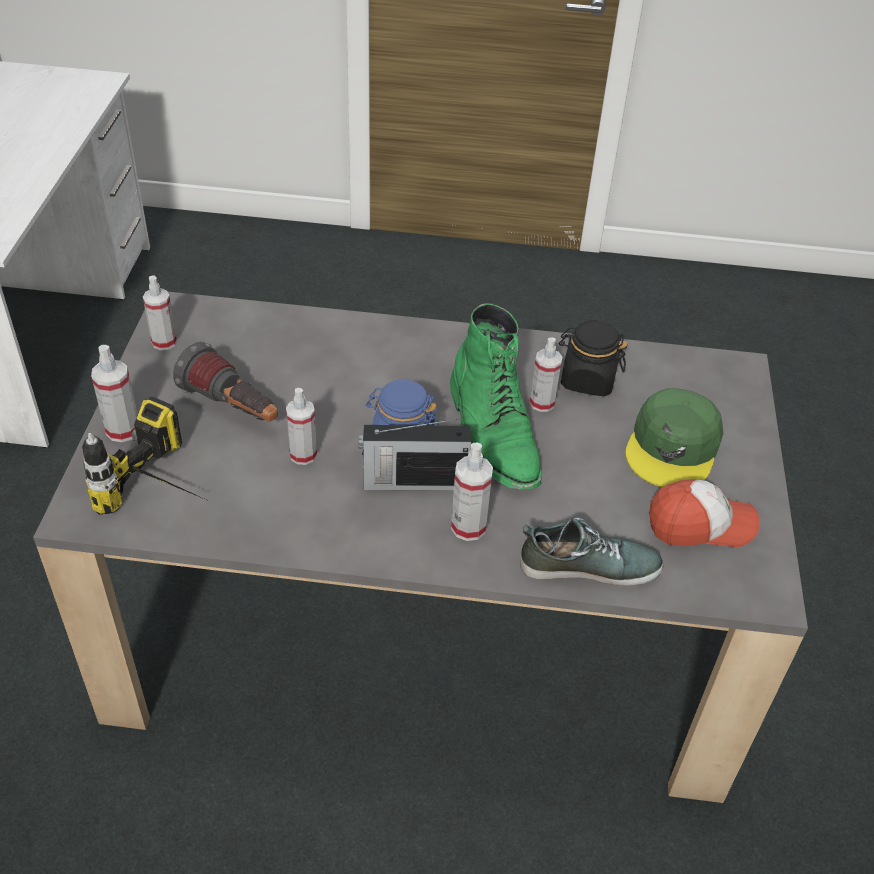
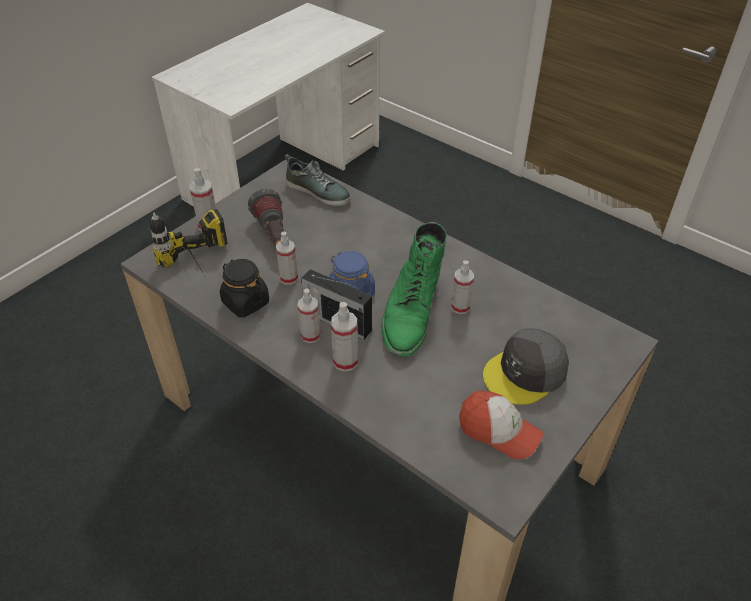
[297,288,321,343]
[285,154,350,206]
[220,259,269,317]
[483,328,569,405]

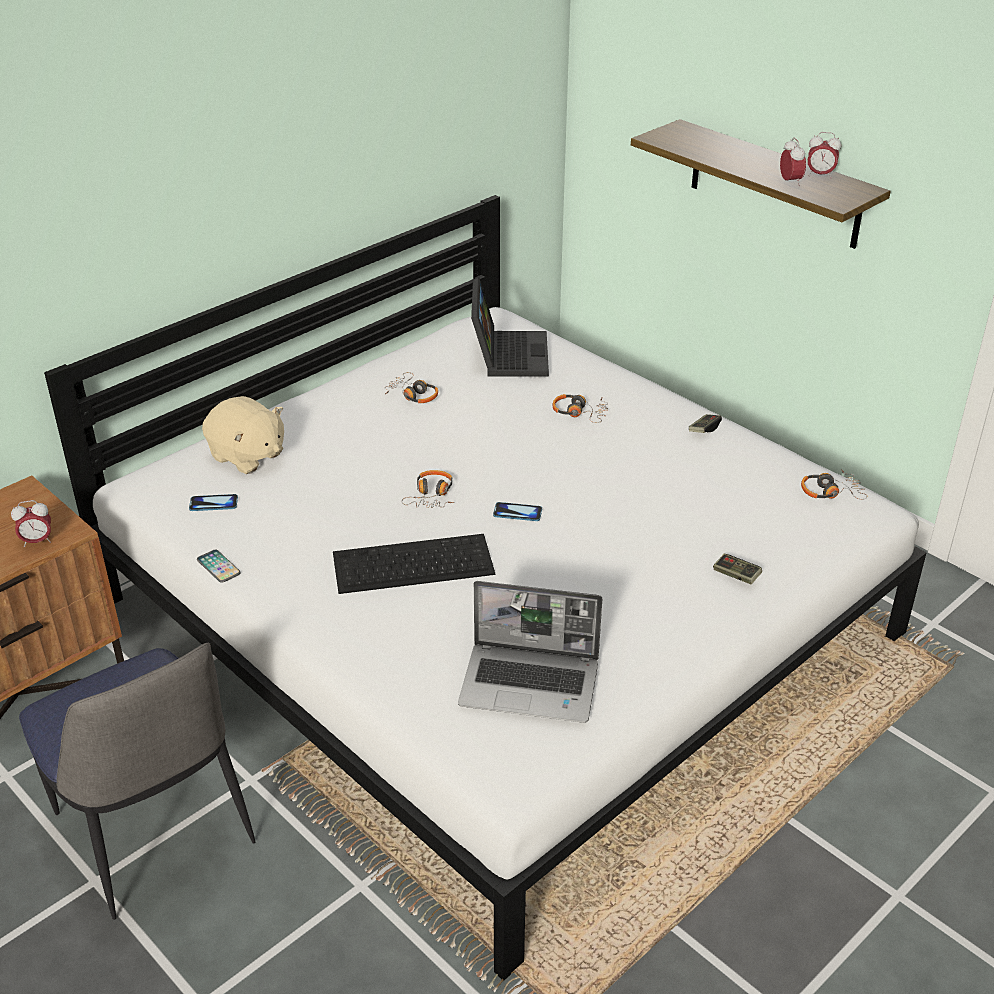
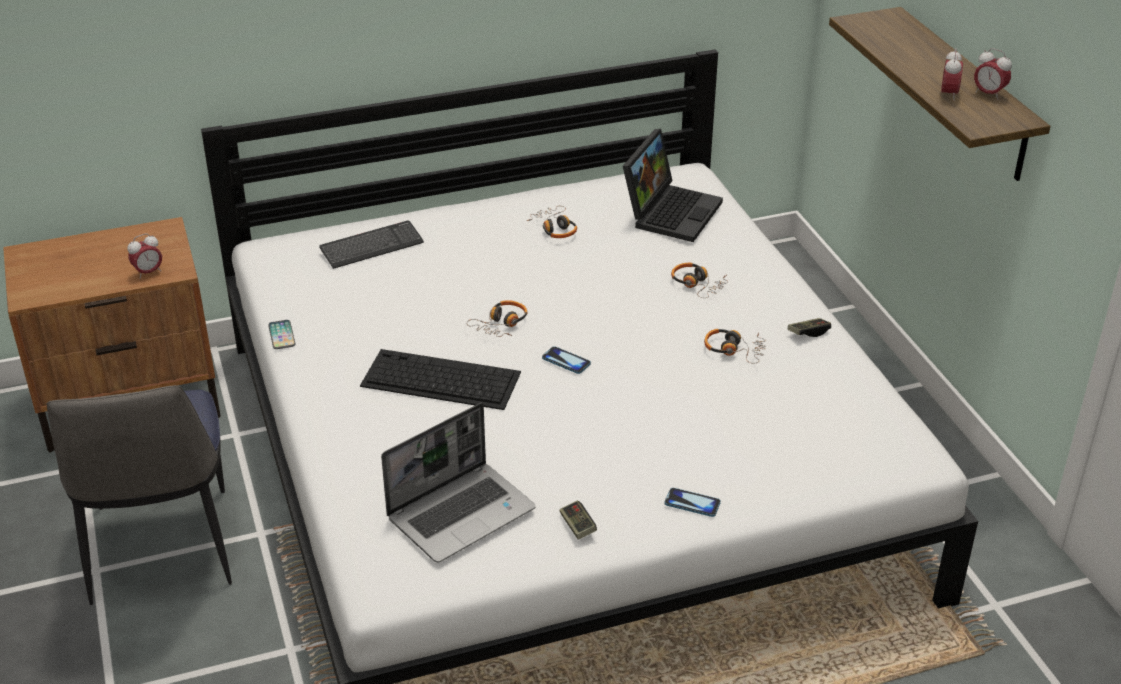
[664,488,721,517]
[559,501,597,539]
[704,329,765,363]
[319,221,424,269]
[127,233,162,279]
[381,403,536,563]

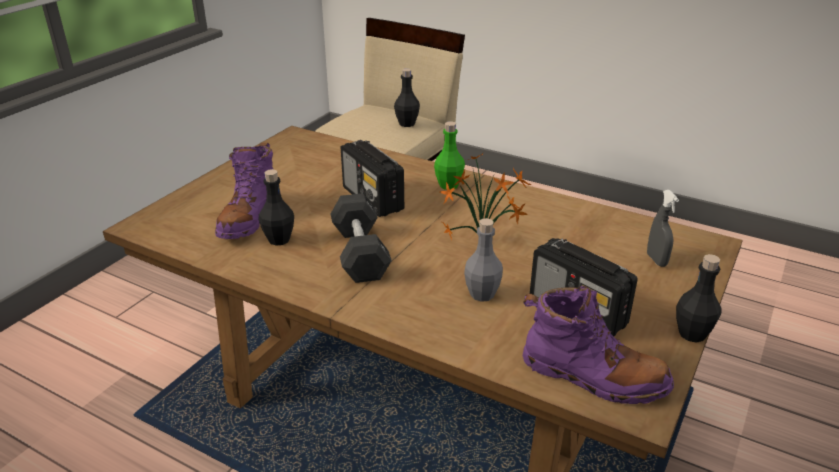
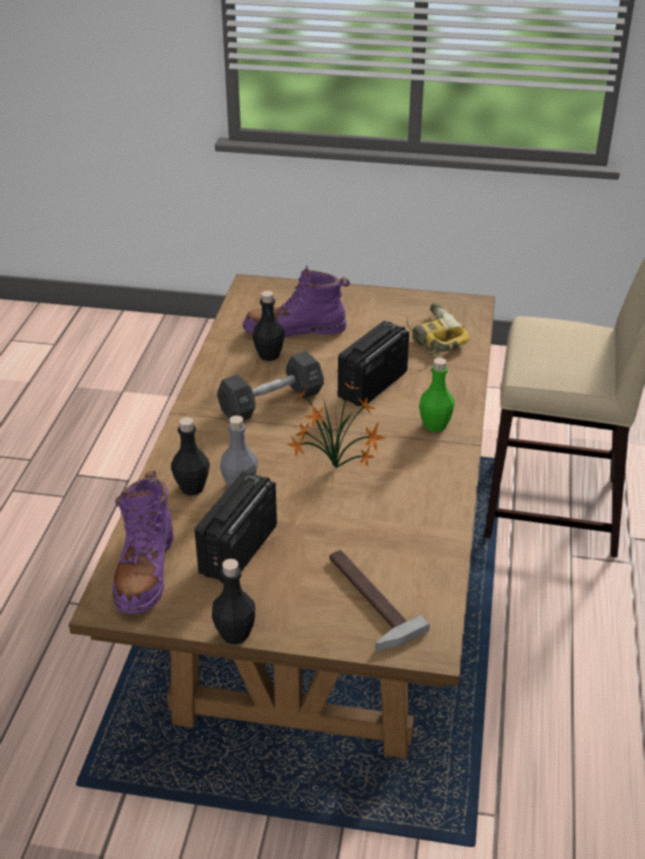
[406,303,470,355]
[171,417,210,496]
[329,550,430,651]

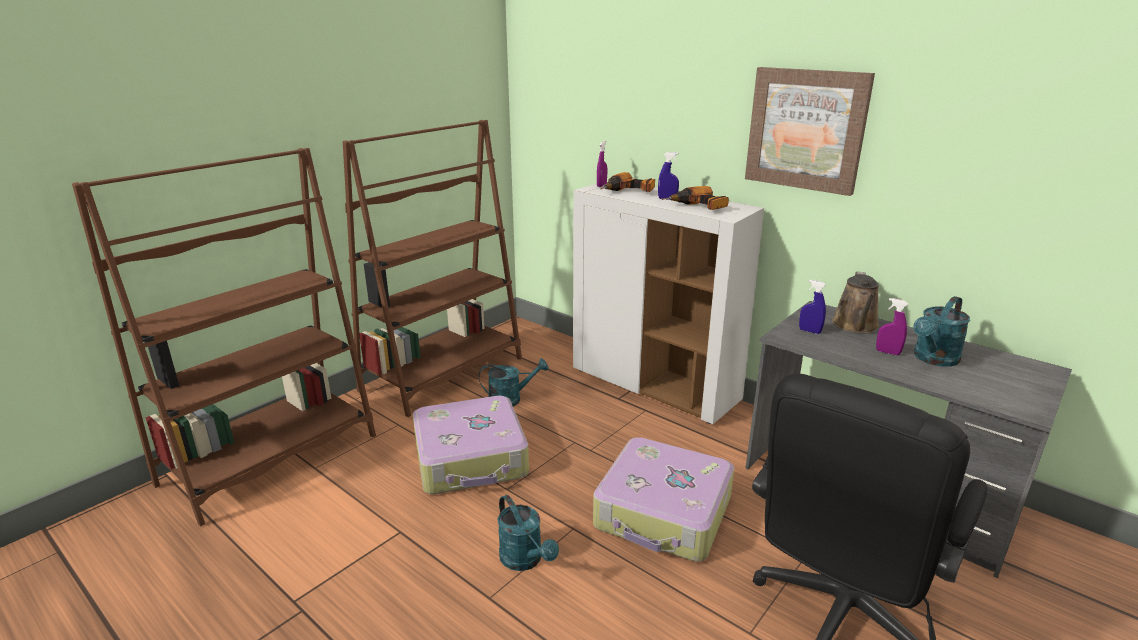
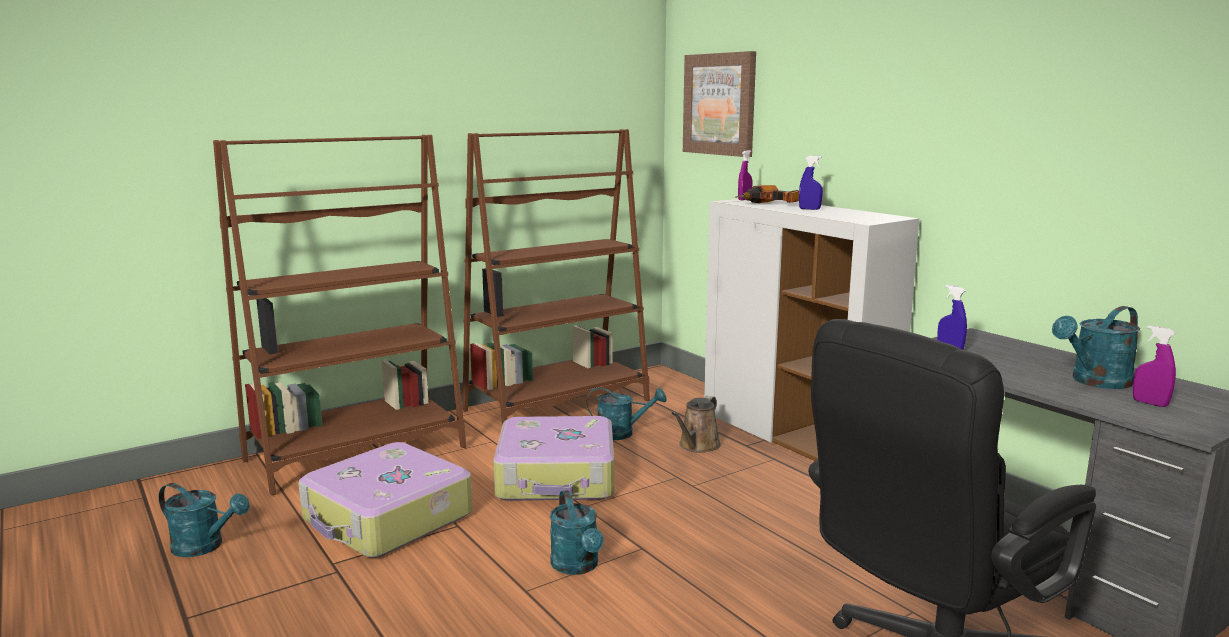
[662,186,729,210] (first image)
[159,483,250,557]
[299,442,473,558]
[683,51,756,157]
[672,396,721,453]
[1133,325,1176,407]

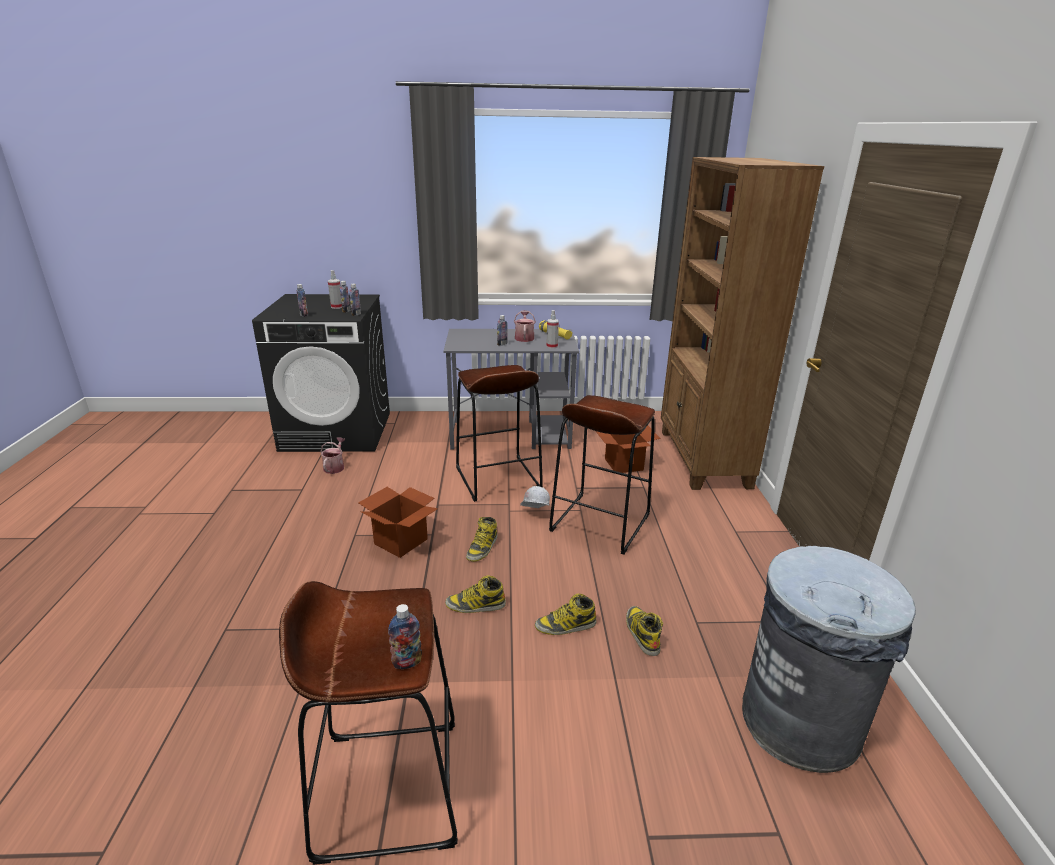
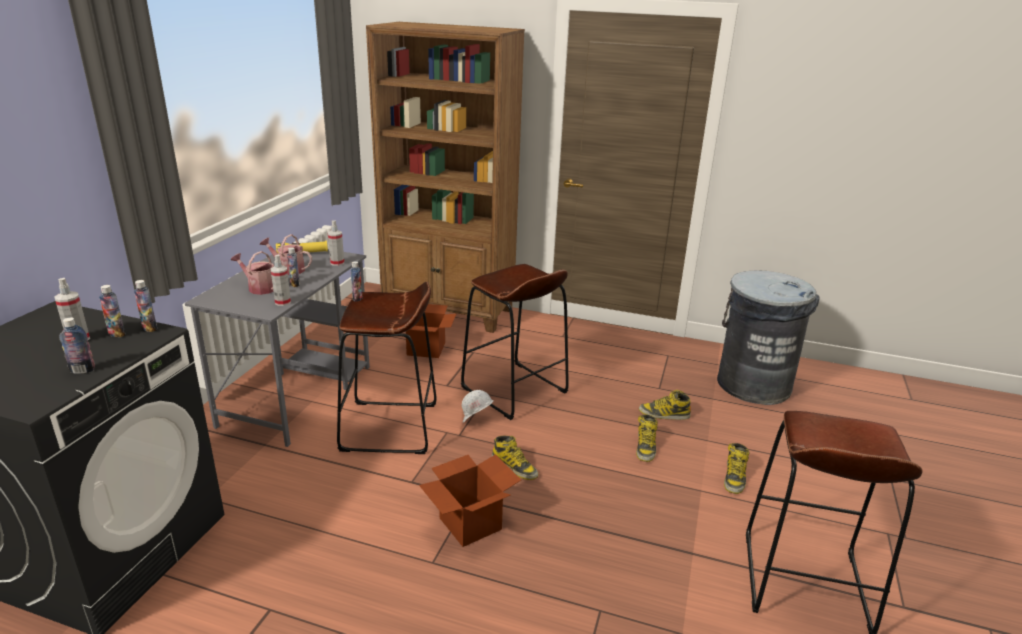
[270,255,291,306]
[231,251,274,295]
[350,261,362,302]
[724,443,750,494]

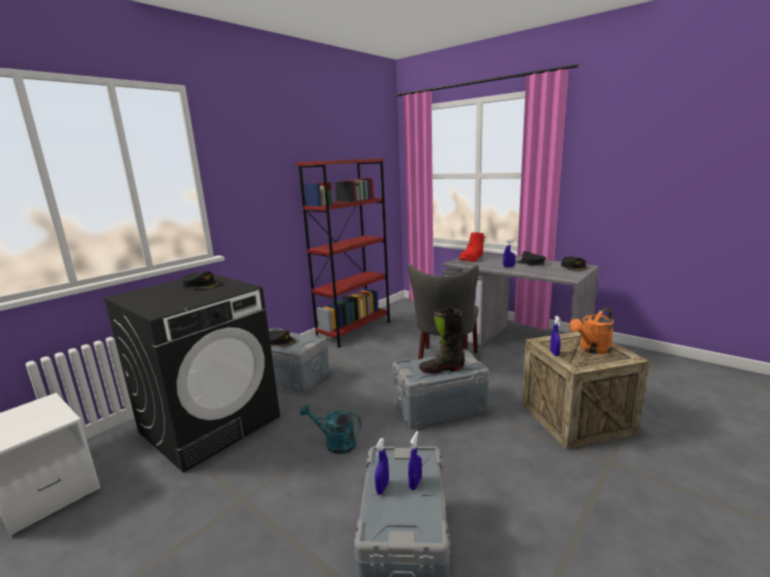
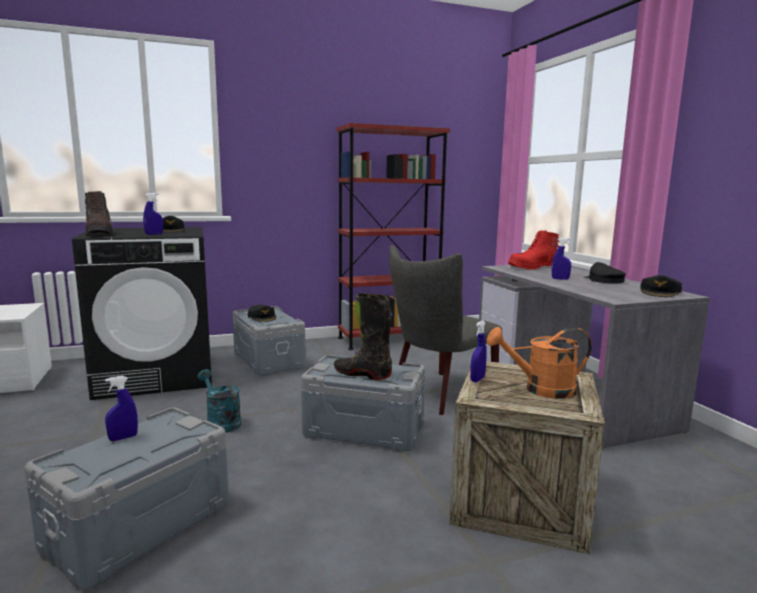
[85,191,113,236]
[143,193,163,235]

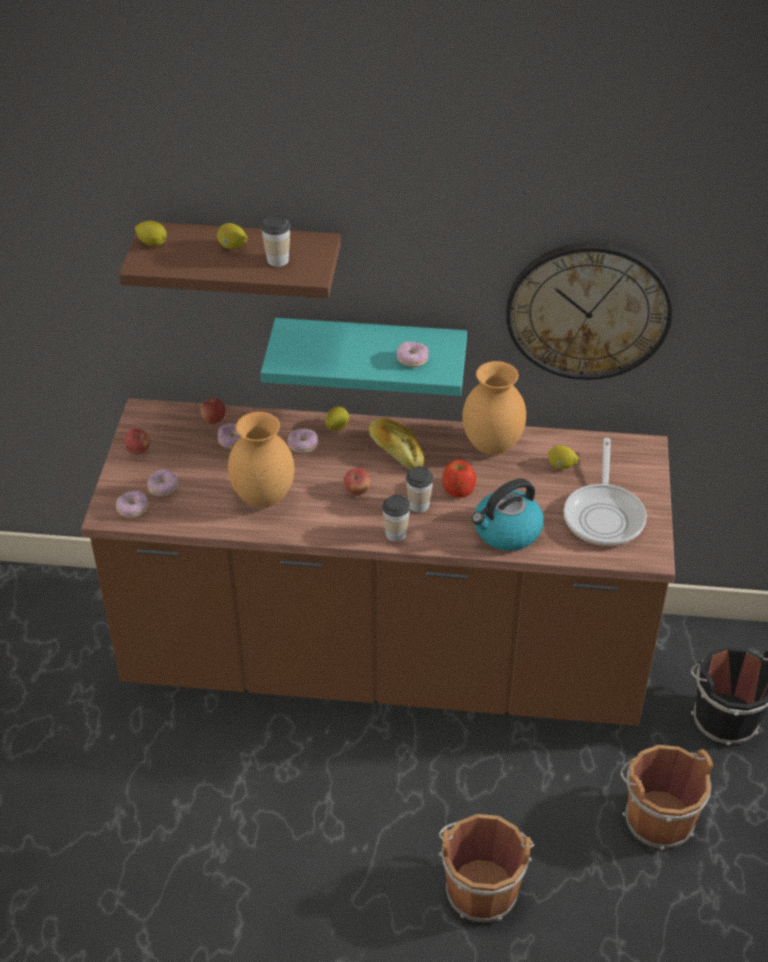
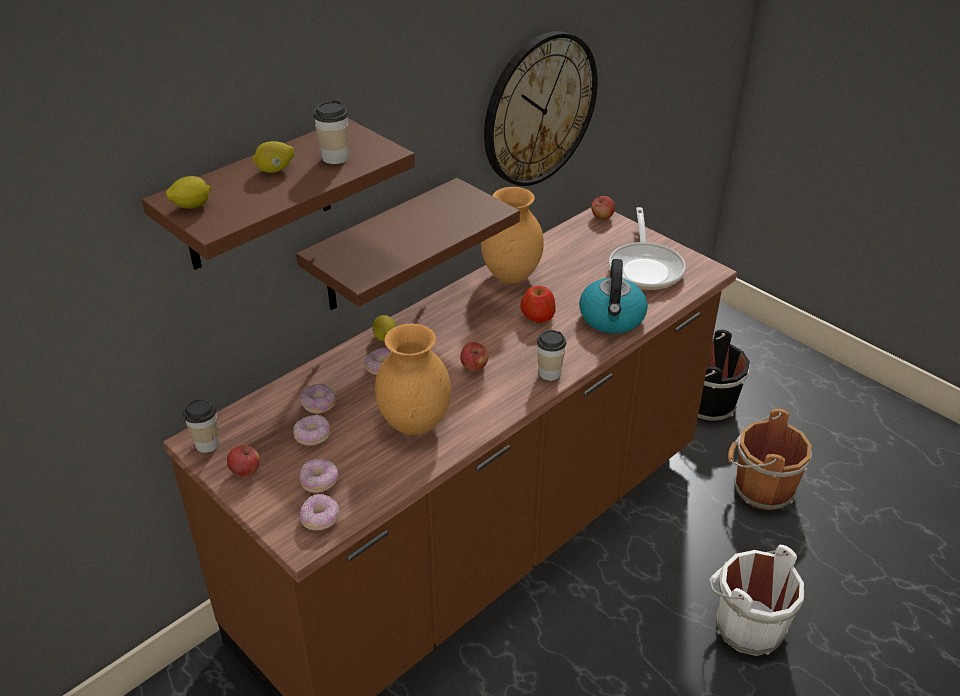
[369,418,424,469] (first image)
[548,445,579,469] (first image)
[591,196,615,220]
[293,414,330,446]
[183,399,220,453]
[296,178,520,310]
[710,545,804,656]
[609,207,686,290]

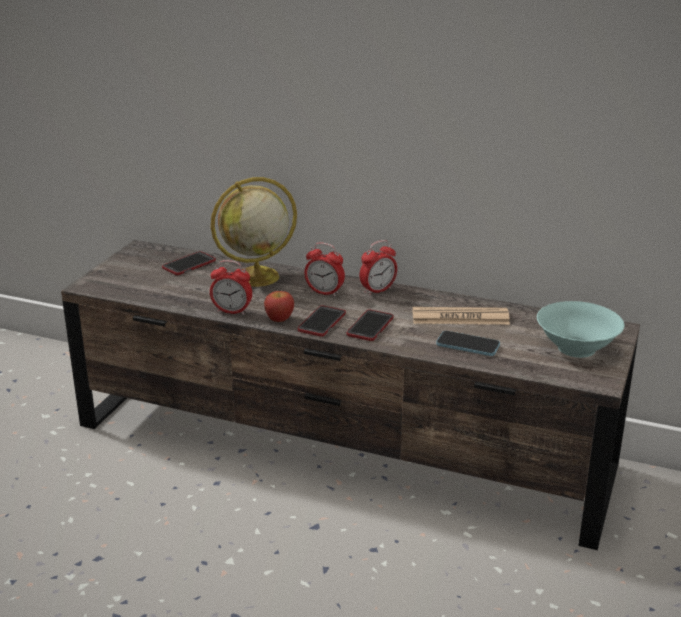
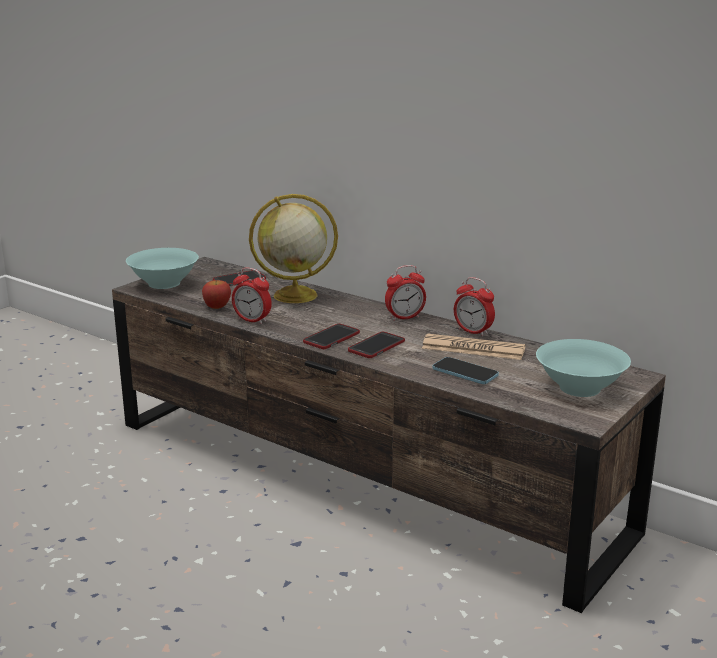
[126,248,199,289]
[202,280,231,309]
[454,277,495,337]

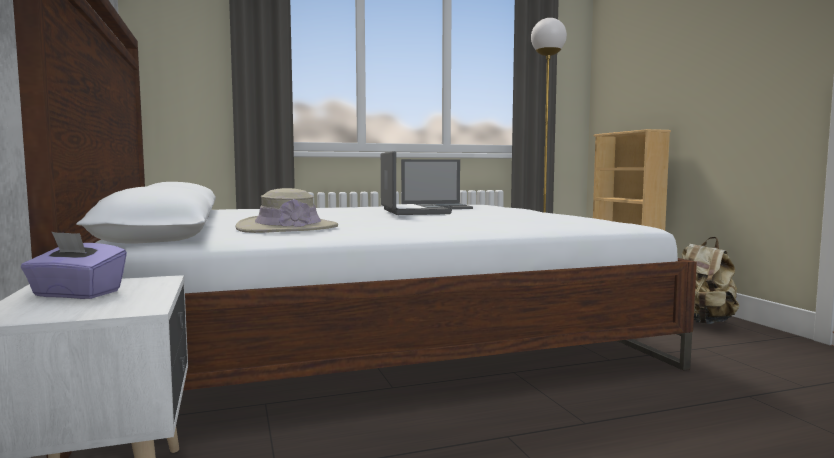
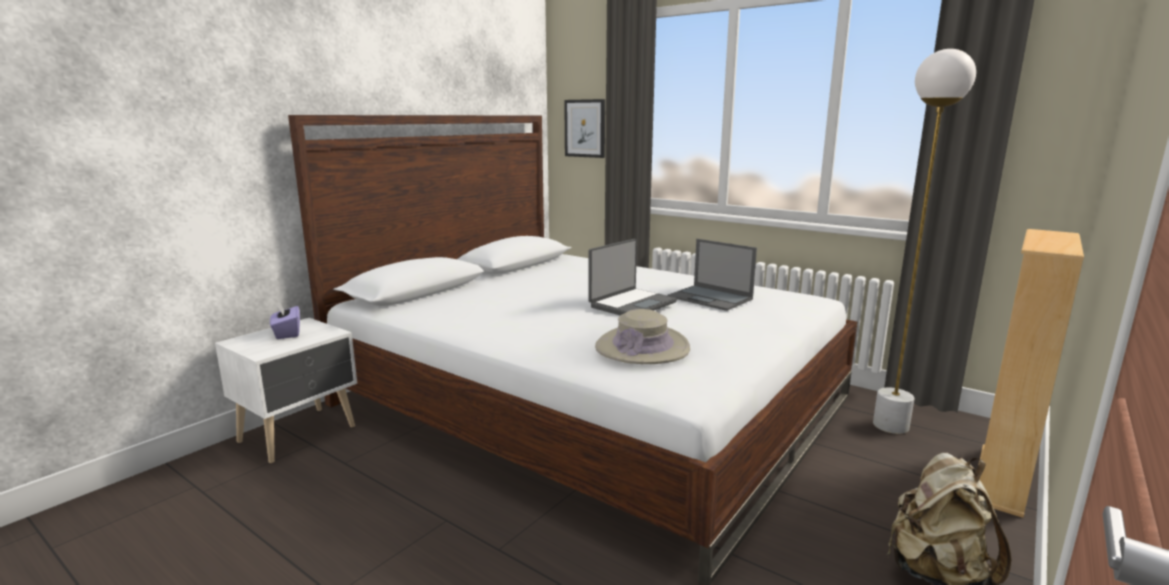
[564,99,605,158]
[595,309,690,364]

